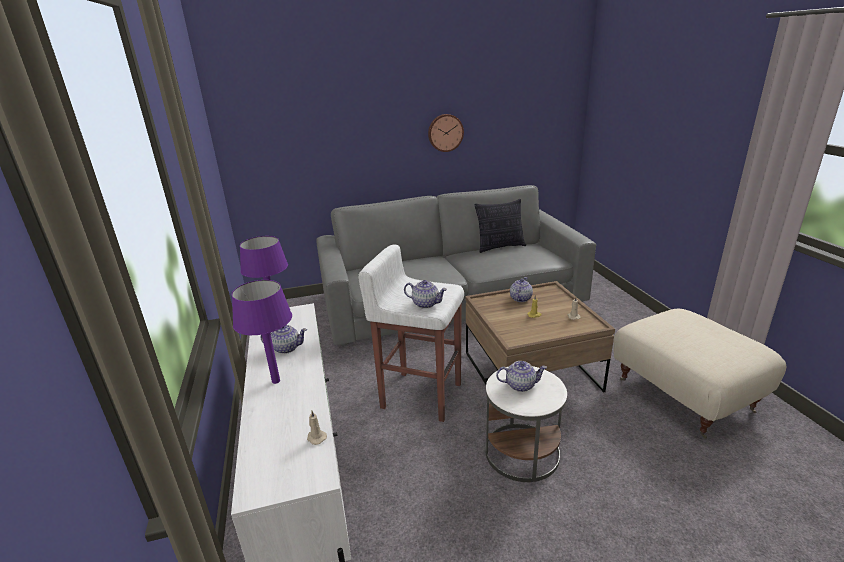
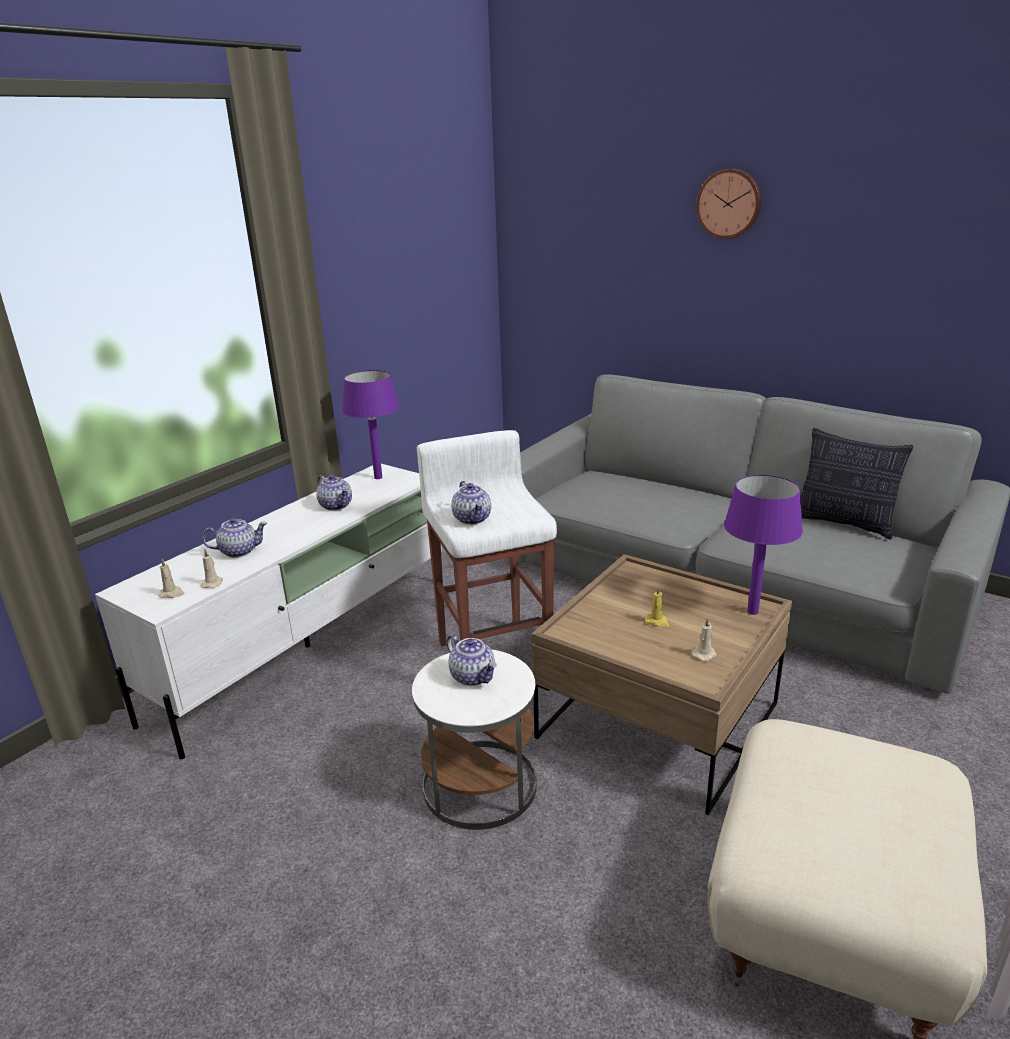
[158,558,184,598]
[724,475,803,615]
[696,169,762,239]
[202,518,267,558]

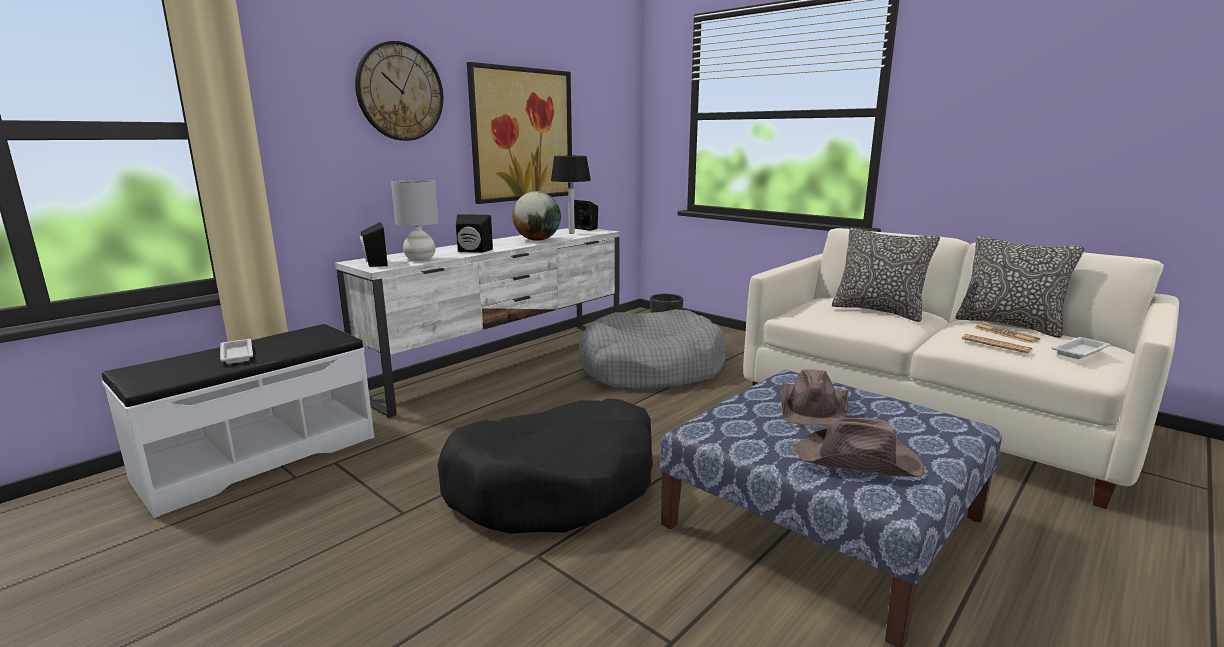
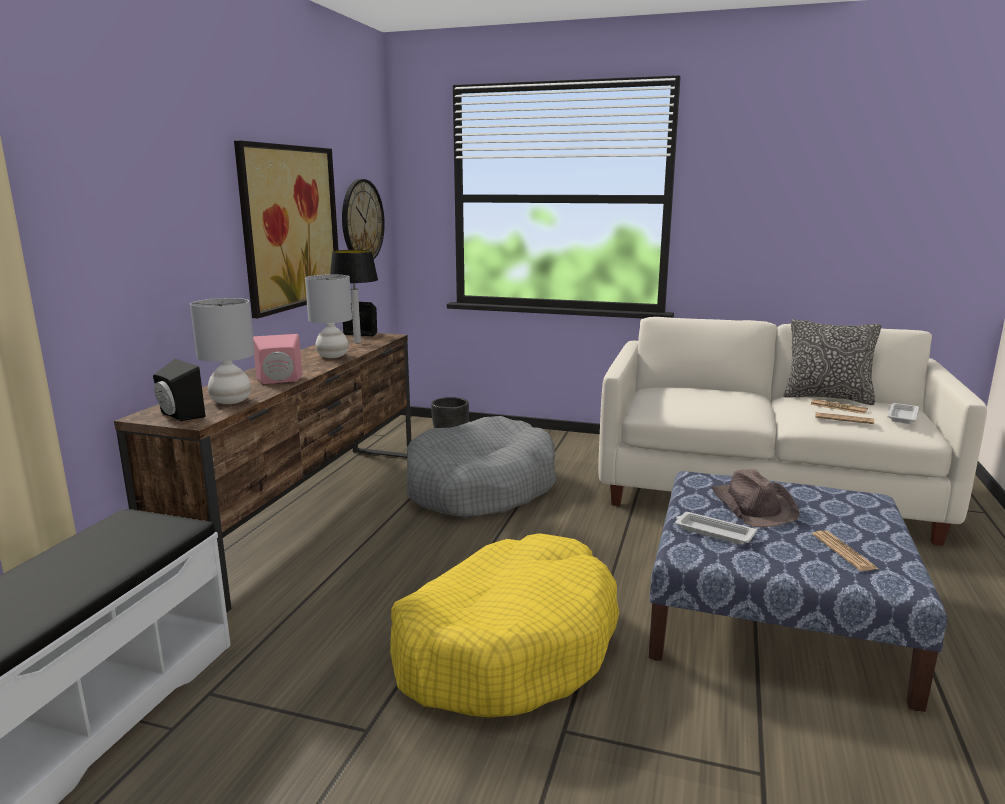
[832,228,940,322] (first image)
[675,512,757,544]
[342,179,385,259]
[305,274,352,358]
[813,530,878,571]
[114,333,411,613]
[390,533,619,718]
[253,334,302,384]

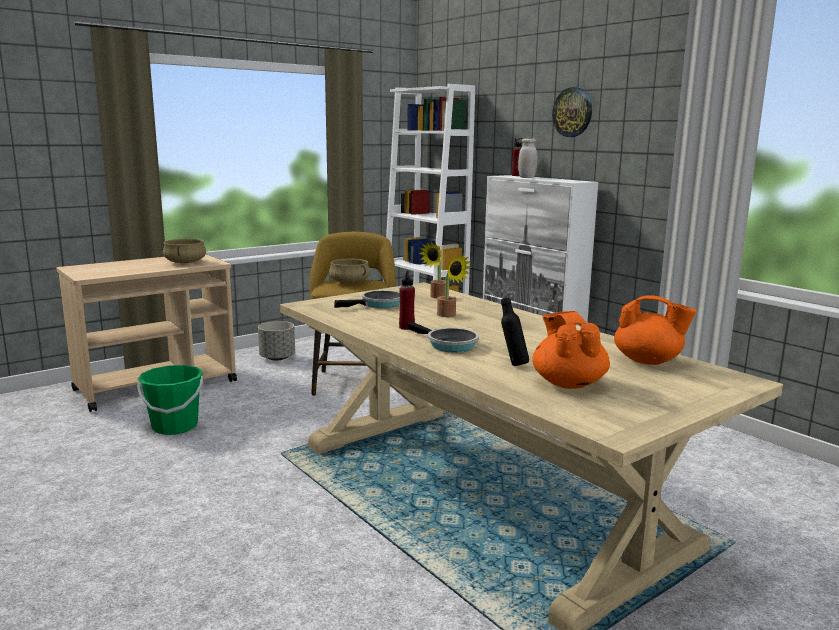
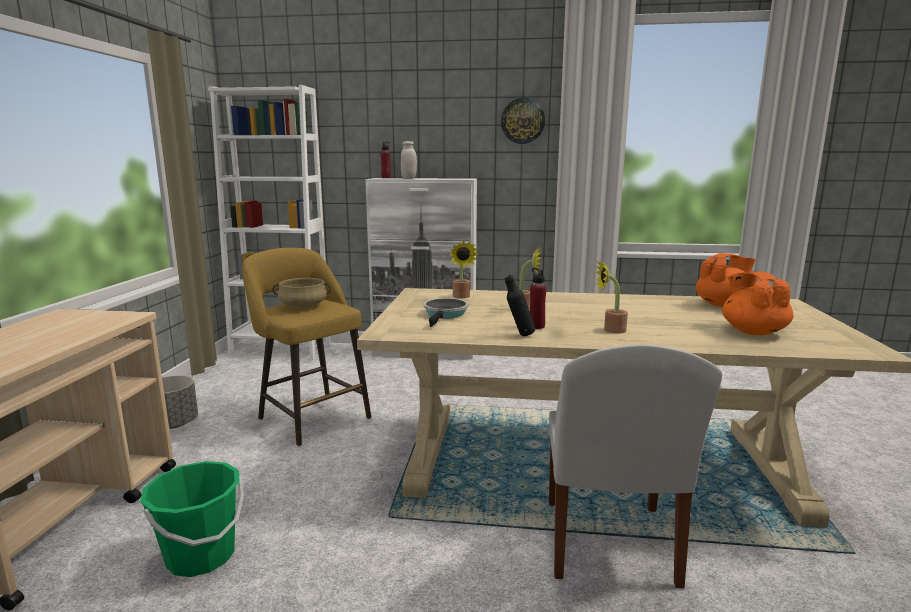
[163,239,206,263] (first image)
[549,344,722,589]
[505,275,535,336]
[501,98,545,144]
[596,260,628,334]
[722,271,794,335]

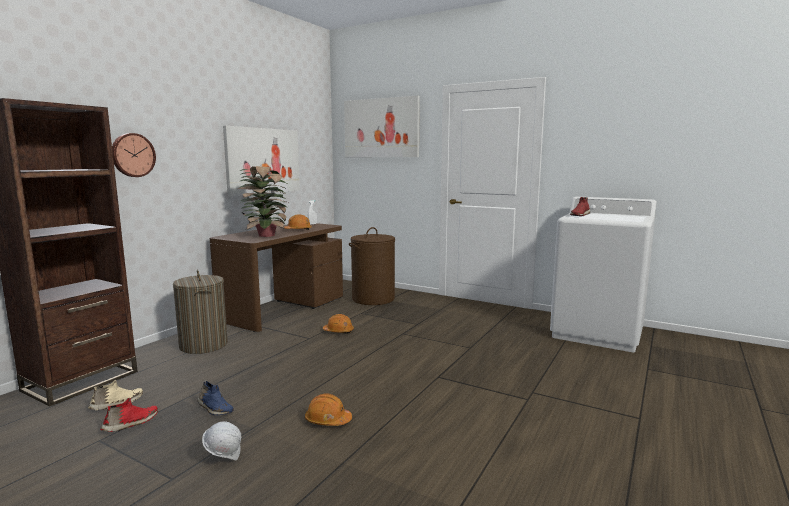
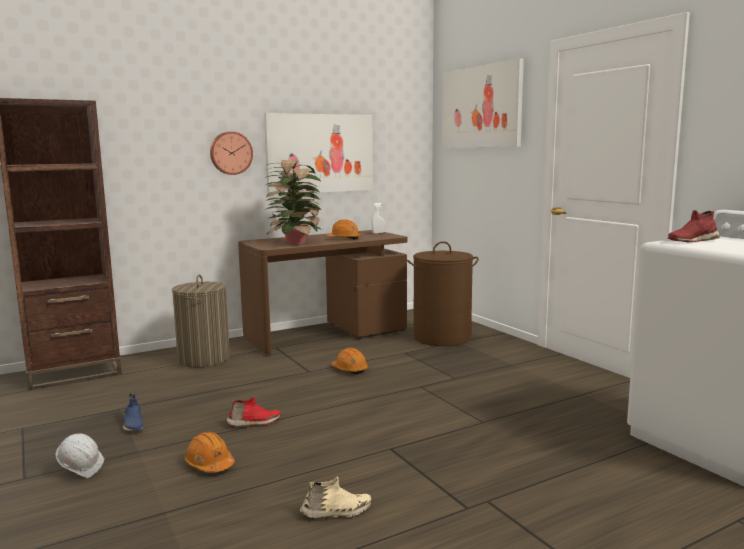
[300,476,371,518]
[226,396,281,427]
[210,131,253,175]

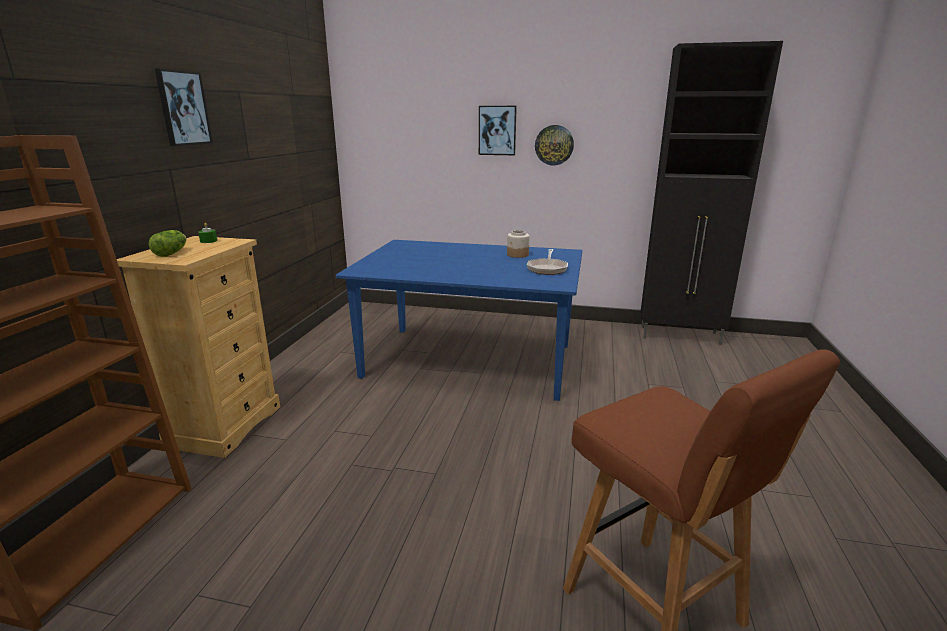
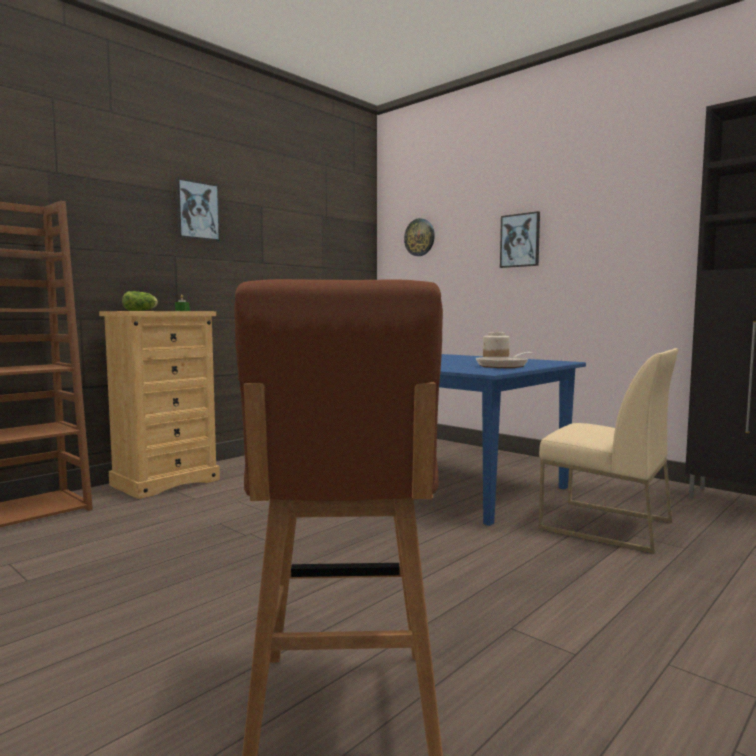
[539,348,678,554]
[404,218,435,256]

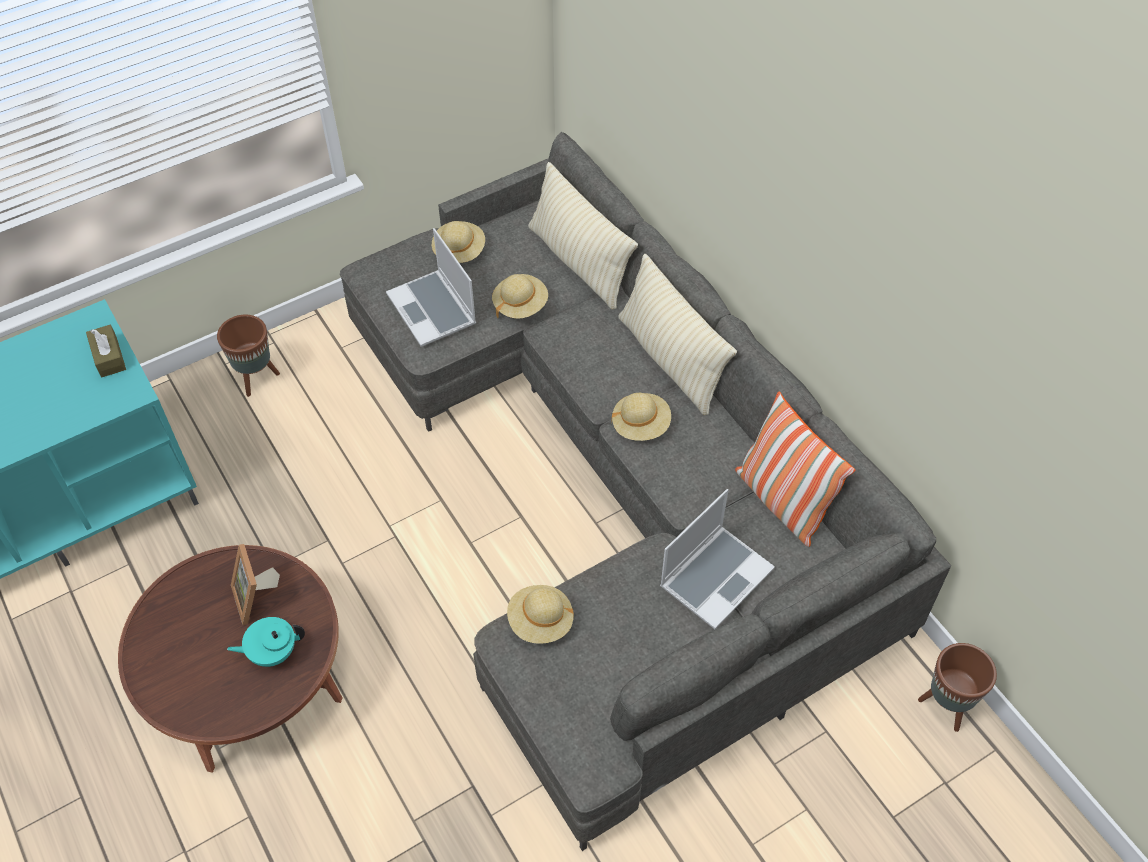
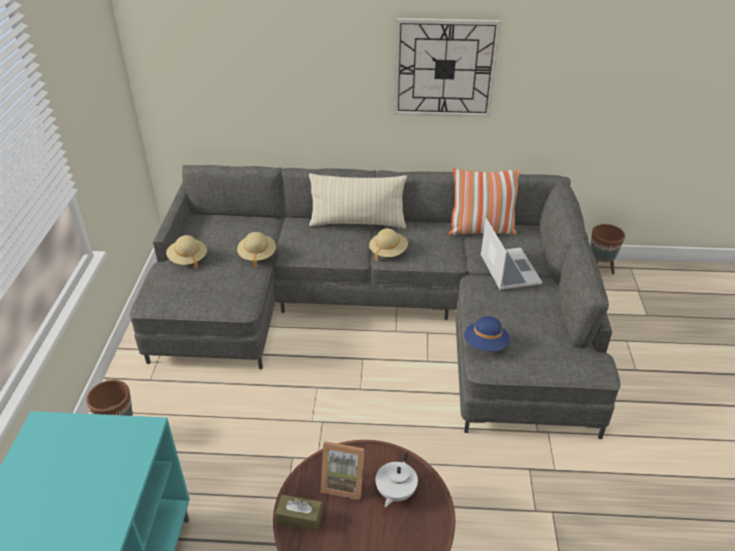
[386,228,476,347] (first image)
[528,162,638,310] (first image)
[394,18,501,117]
[275,495,323,531]
[375,452,418,507]
[464,316,510,351]

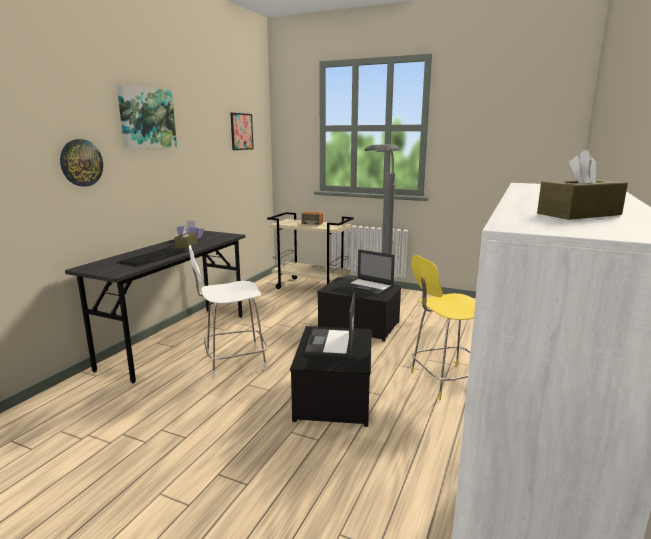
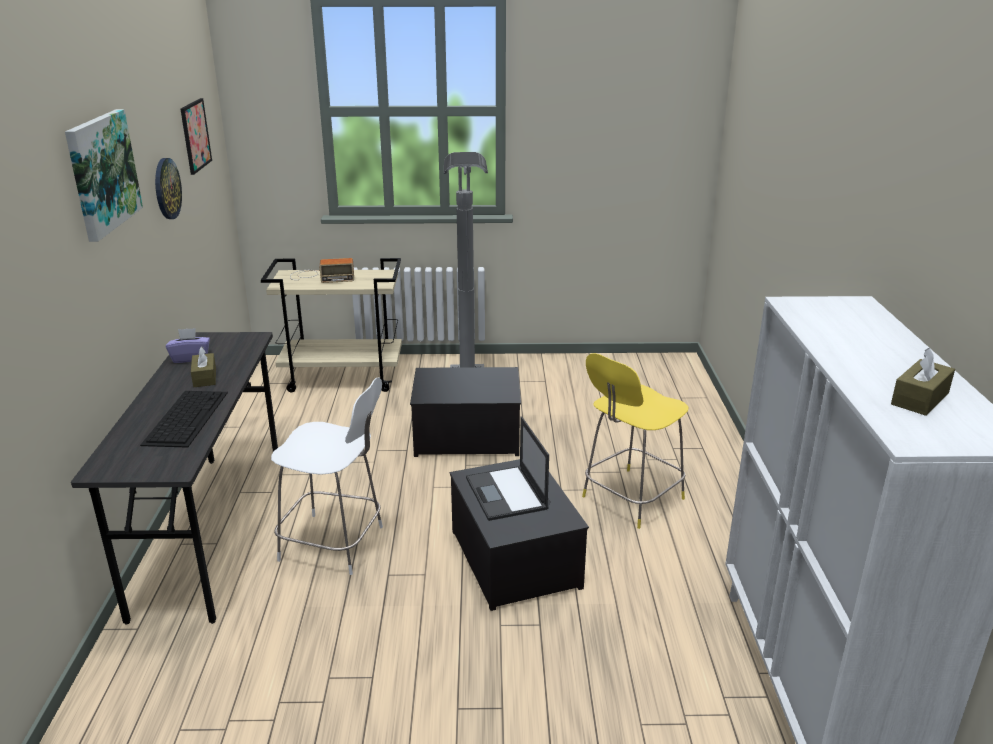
[342,249,395,296] (first image)
[155,158,182,219]
[271,377,383,575]

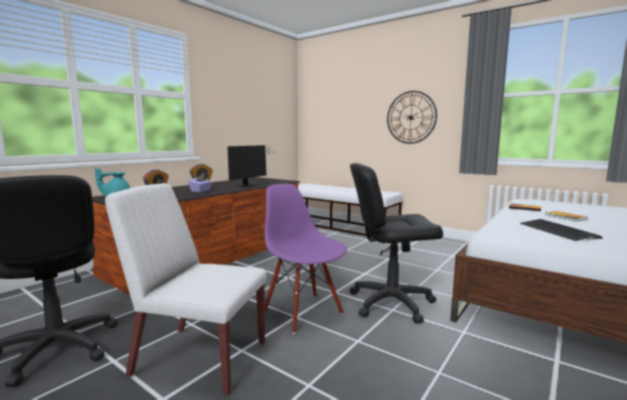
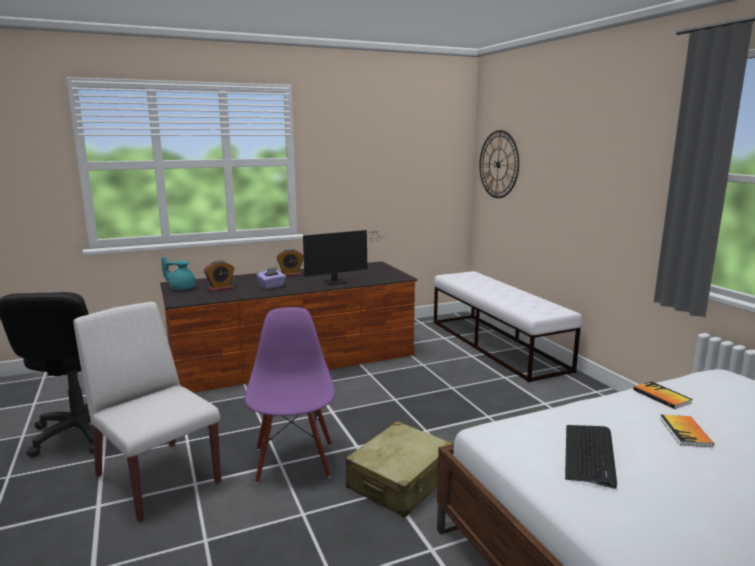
[479,130,519,198]
[345,421,454,518]

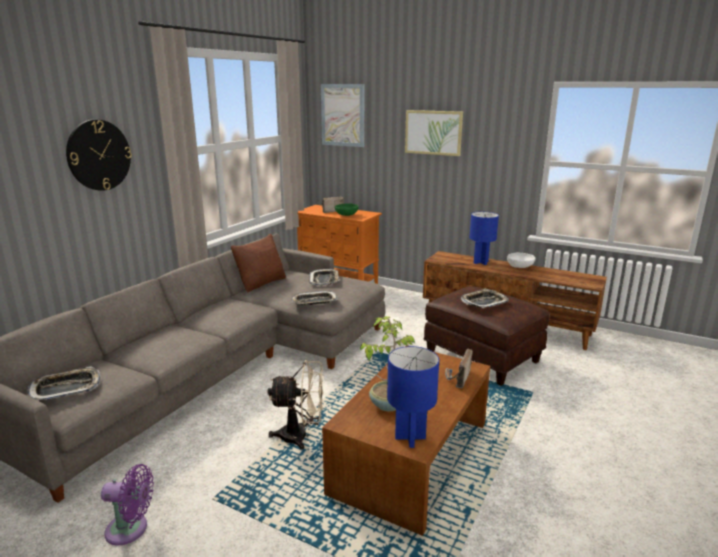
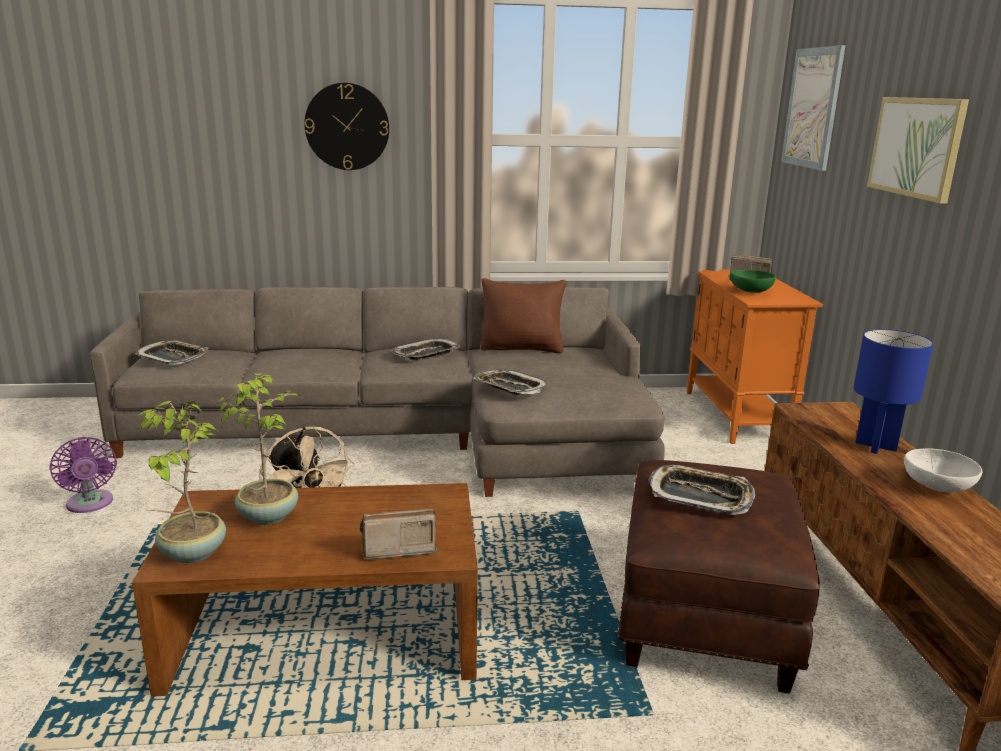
[391,338,460,360]
[136,401,226,563]

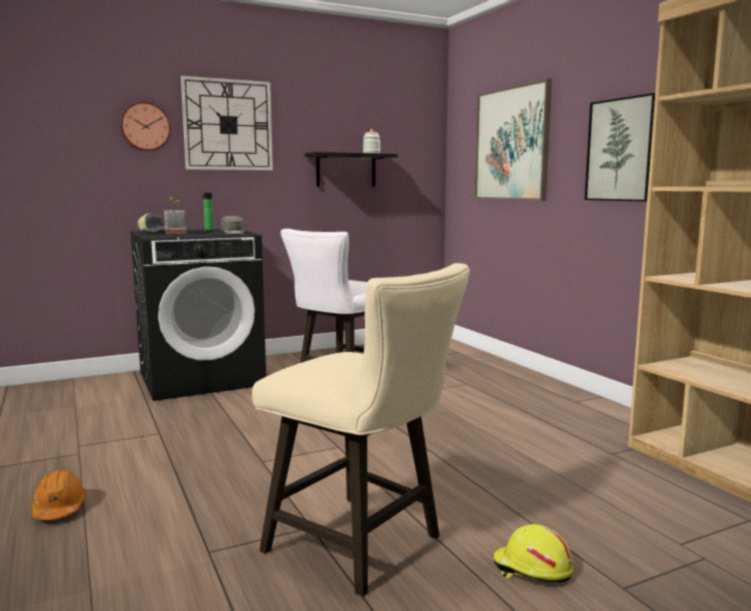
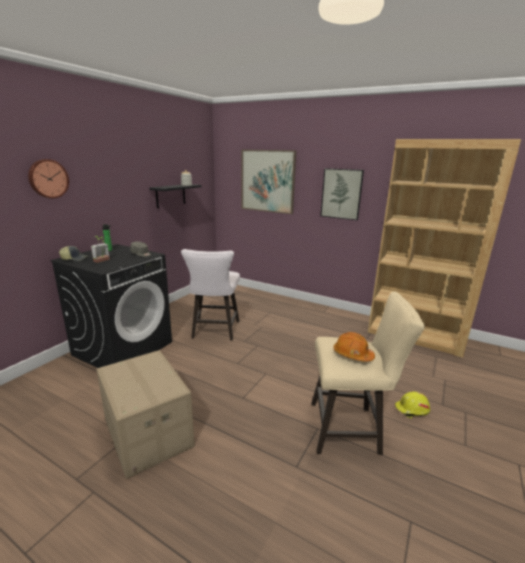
[181,76,273,170] (first image)
[96,350,195,479]
[333,332,375,362]

